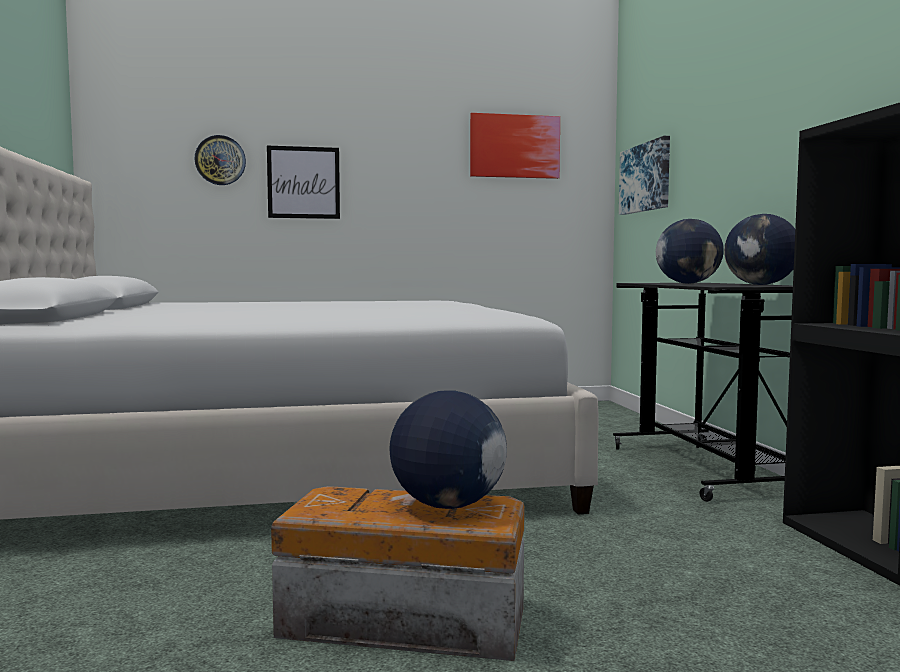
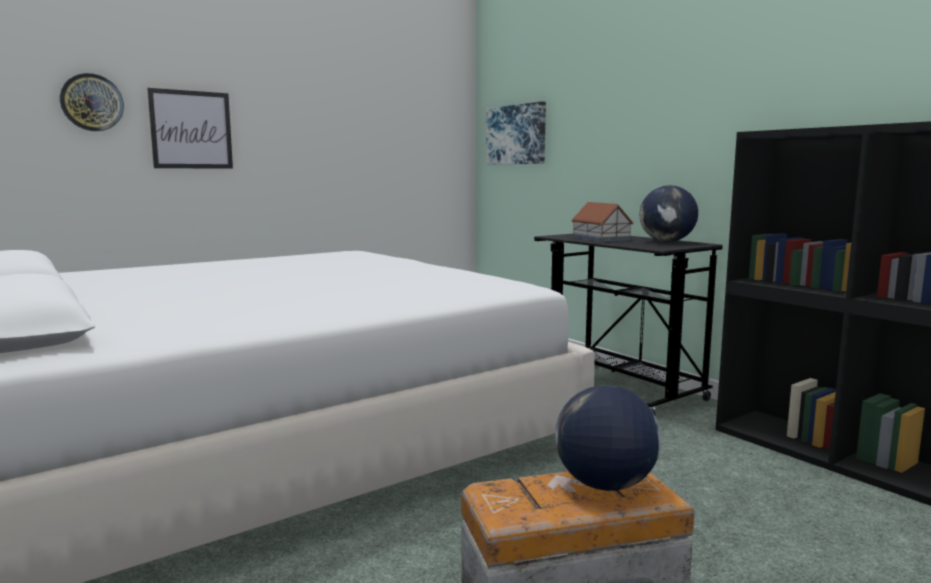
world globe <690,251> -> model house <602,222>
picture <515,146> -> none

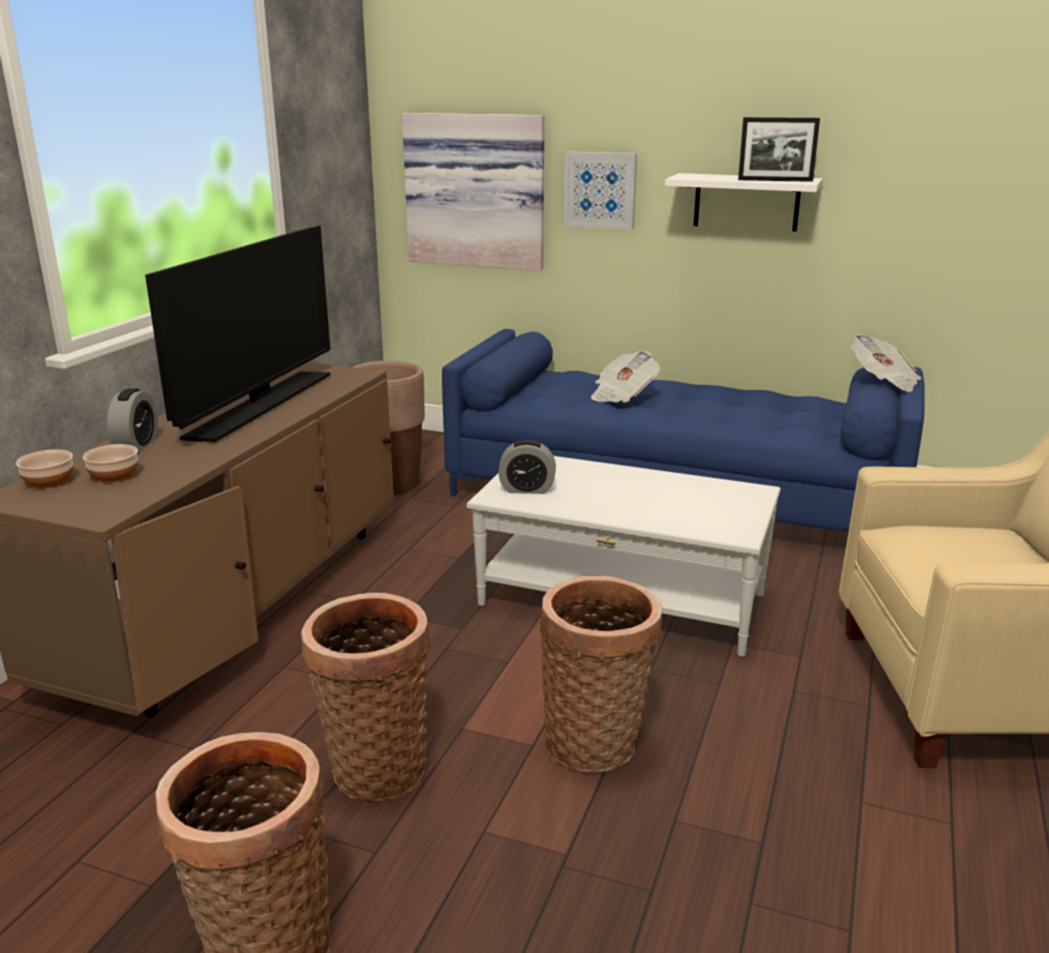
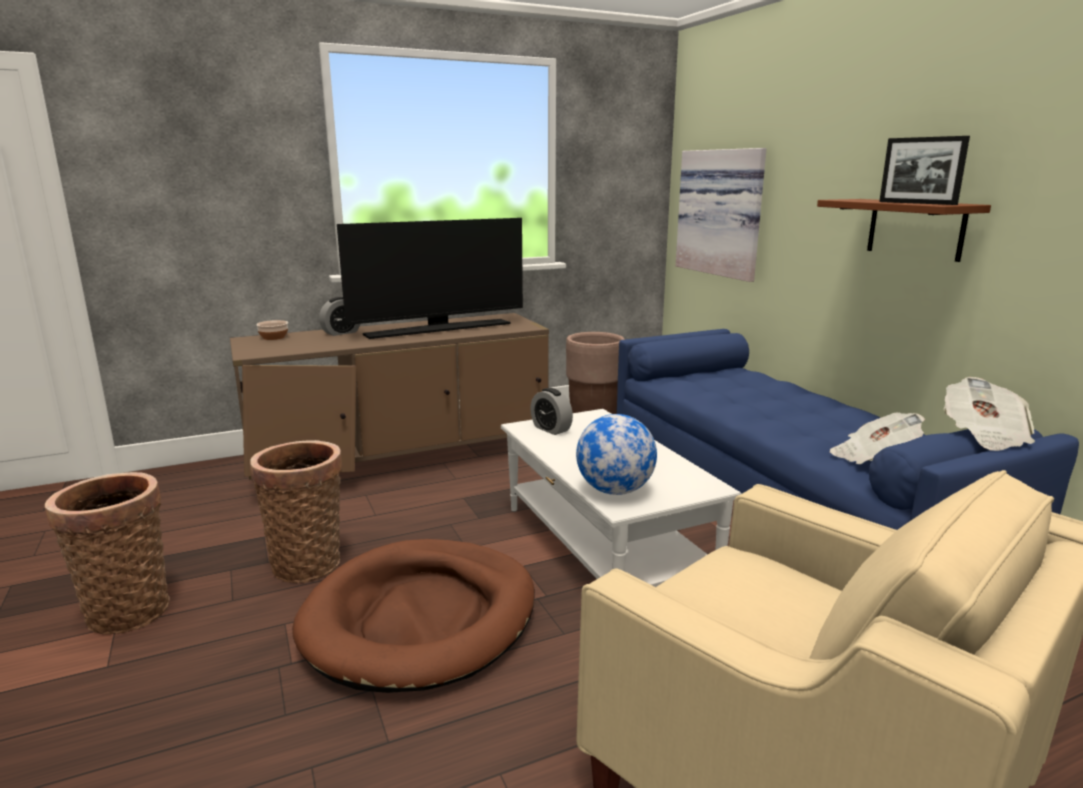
basket <600,675> -> dog cushion (brownish) <413,616>
none -> world globe <616,454>
bracket shelf (whitish) <744,202> -> bracket shelf (brownish) <904,230>
newspaper <625,377> -> newspaper <877,438>, move
serving bowl <110,463> -> none
picture <600,190> -> none

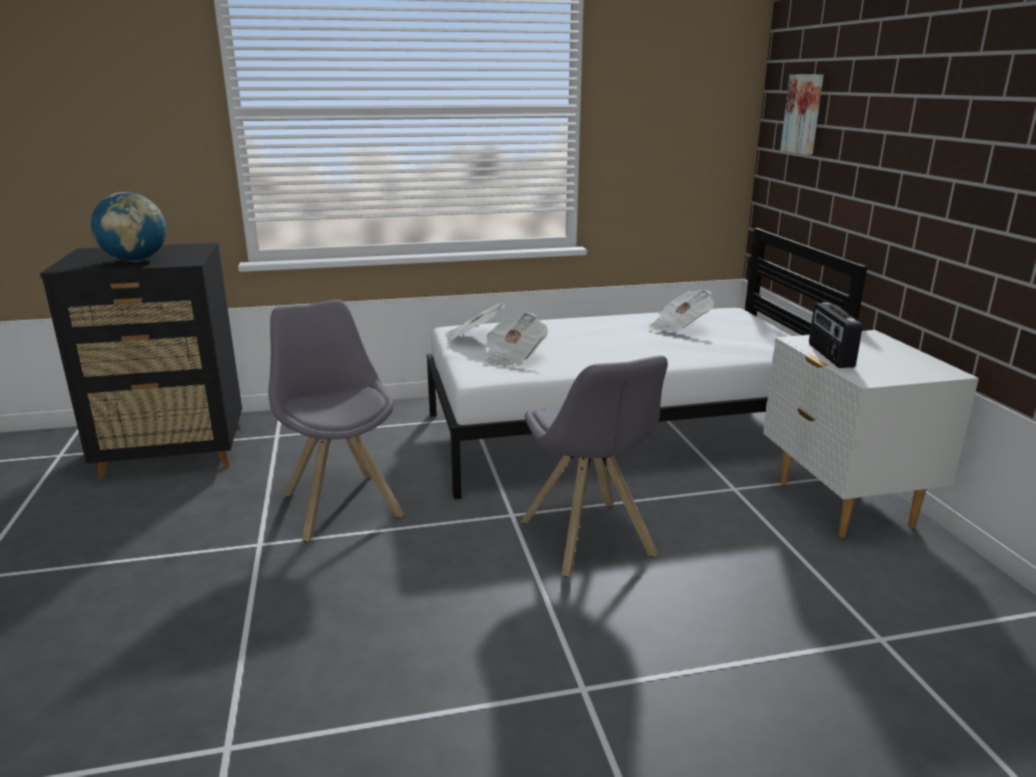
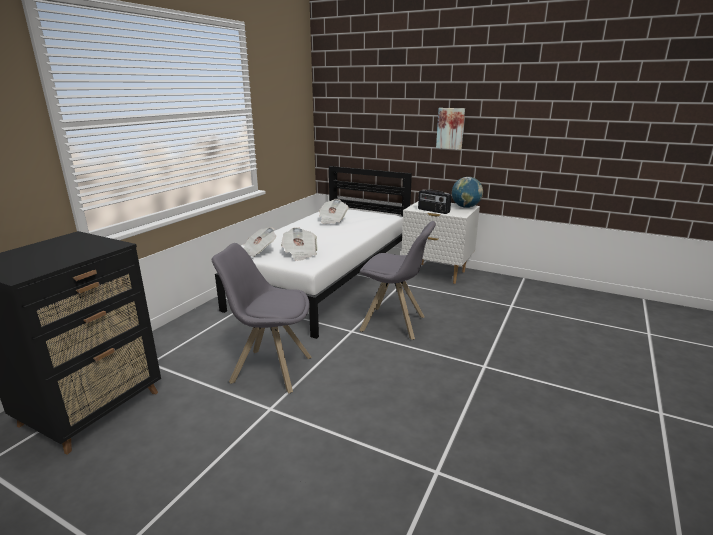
picture <802,114> -> picture <450,129>, move
world globe <128,227> -> world globe <467,192>, move

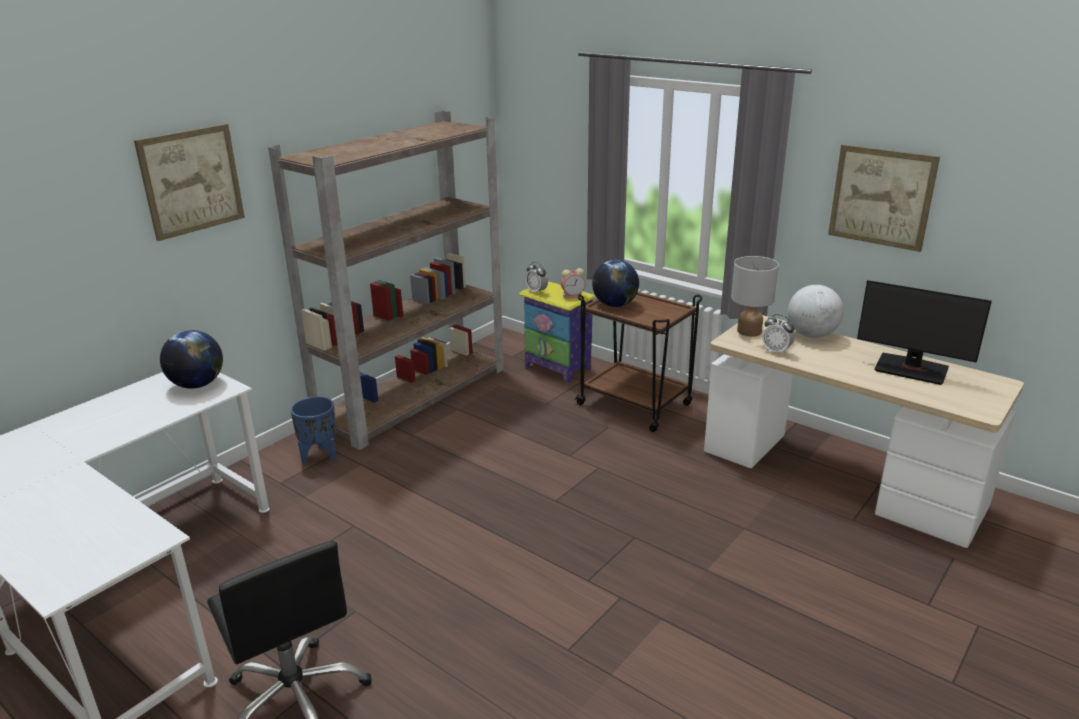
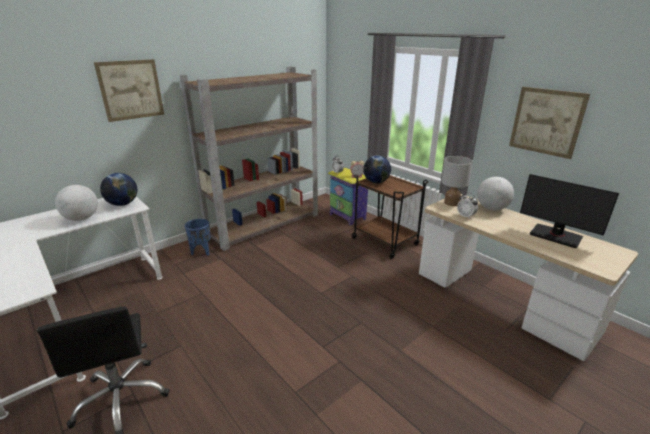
none -> world globe <76,203>

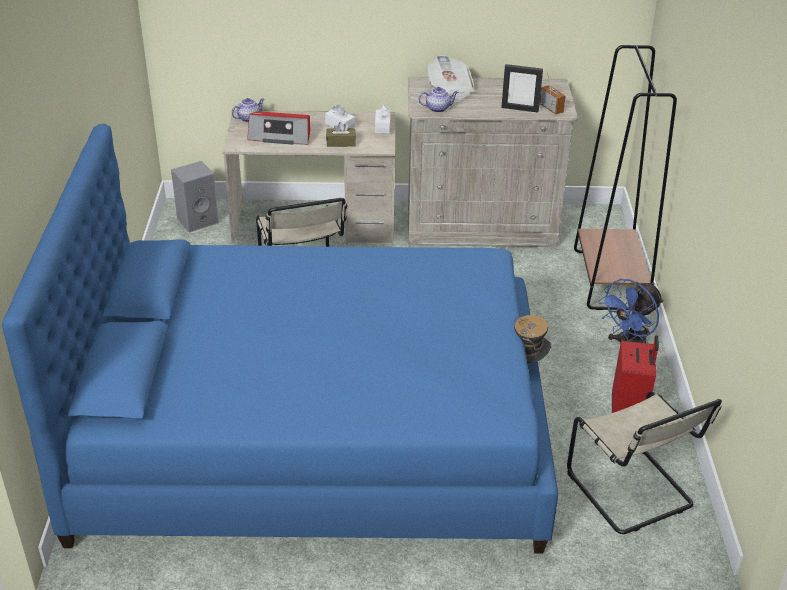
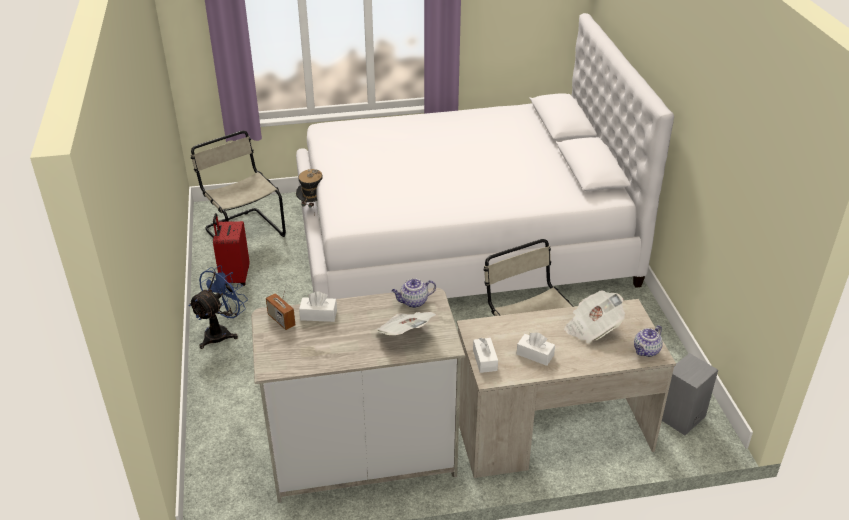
bed (blue) <280,338> -> bed (whitish) <485,156>
photo frame <522,88> -> box of tissues (whitish) <318,306>
radio set <278,128> -> newspaper <594,317>
box of tissues (brownish) <341,134> -> none
garment rack <625,177> -> none

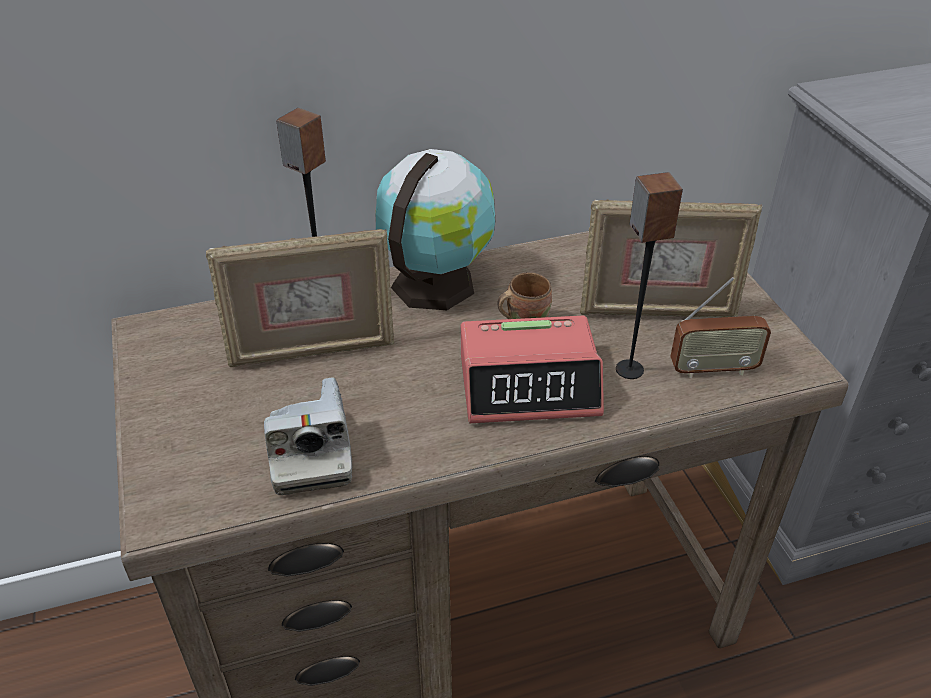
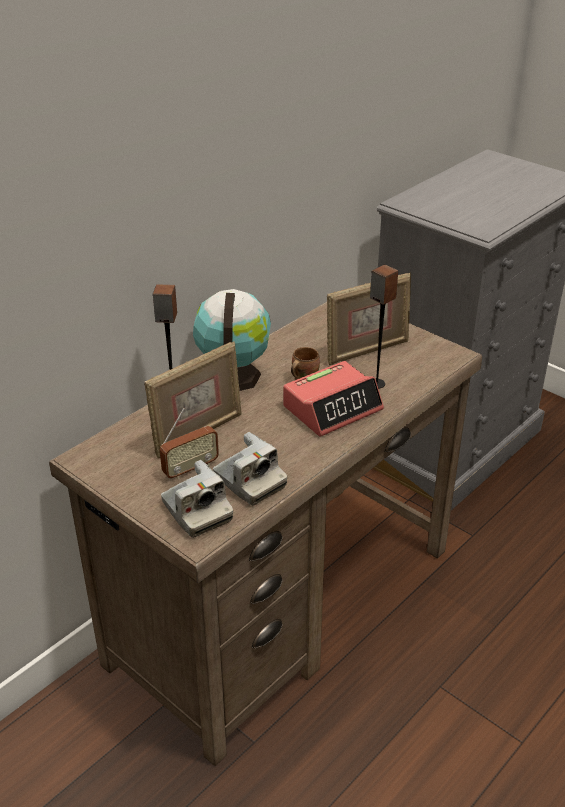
radio set <720,327> -> radio set <189,443>, move
none -> photo camera <197,499>

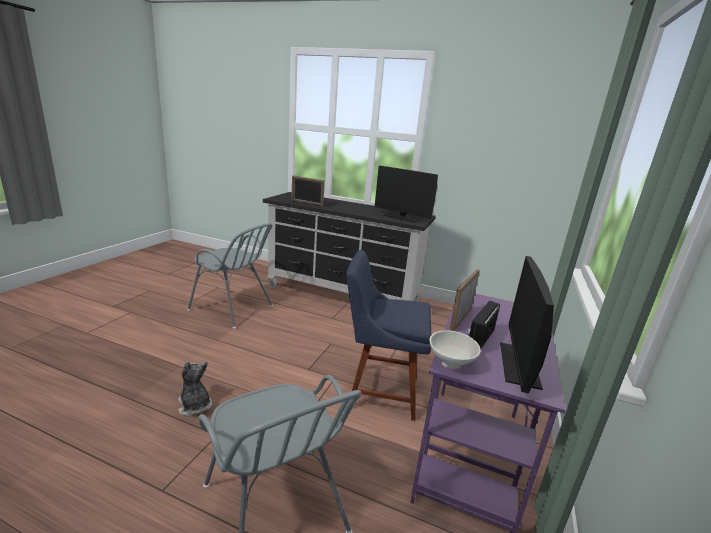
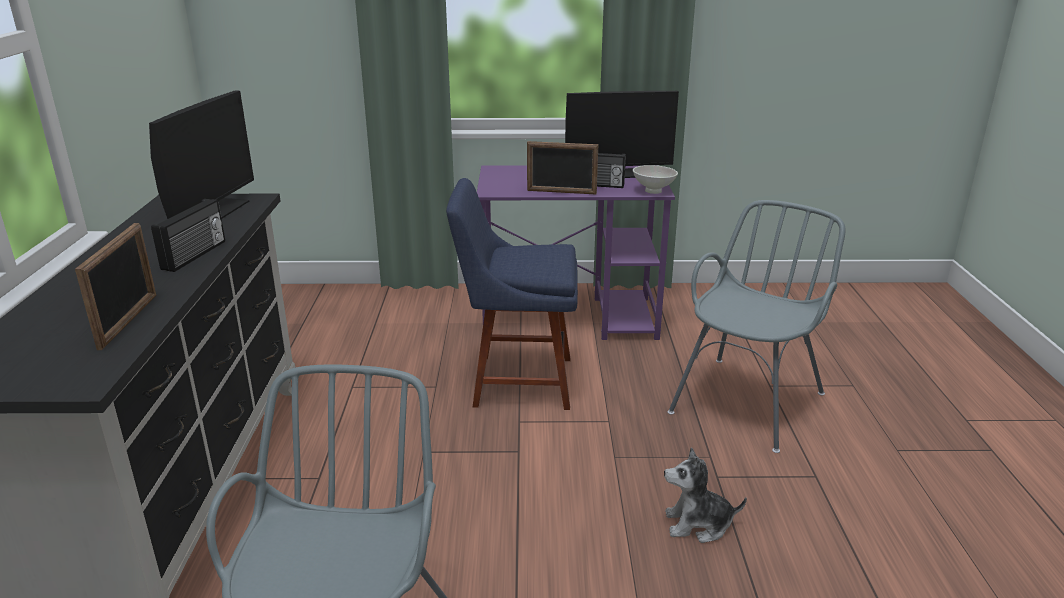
none -> radio set <188,235>
plain chair (blue) <388,335> -> plain chair (blue) <512,294>, 105 degrees clockwise
plush toy <195,388> -> plush toy <705,495>, 60 degrees clockwise

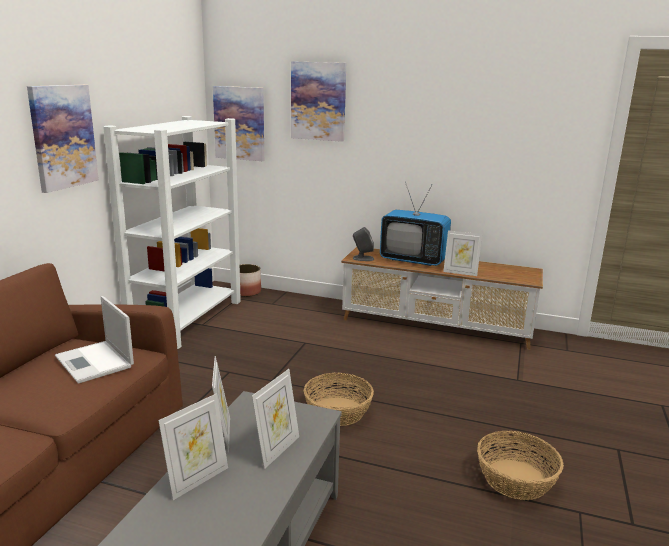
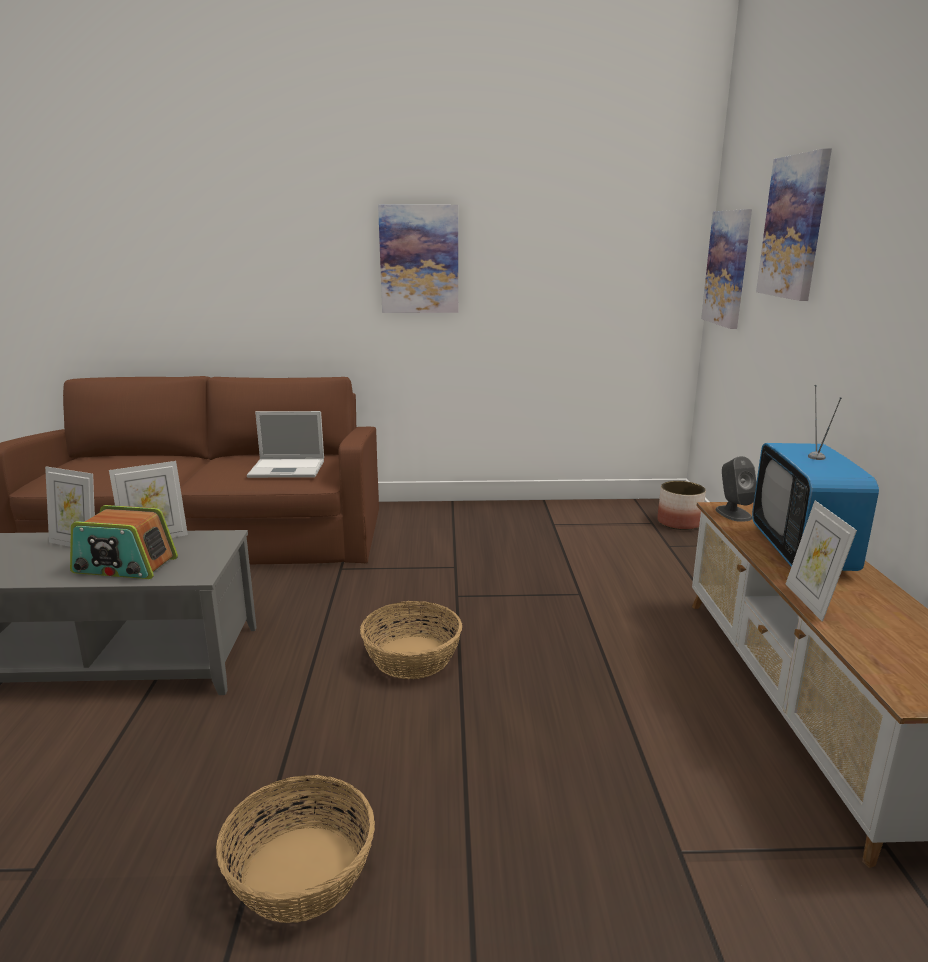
photo frame <275,419> -> radio set <124,542>
notebook computer <94,340> -> notebook computer <285,444>, 120 degrees counterclockwise
shelving unit (whitish) <172,233> -> none

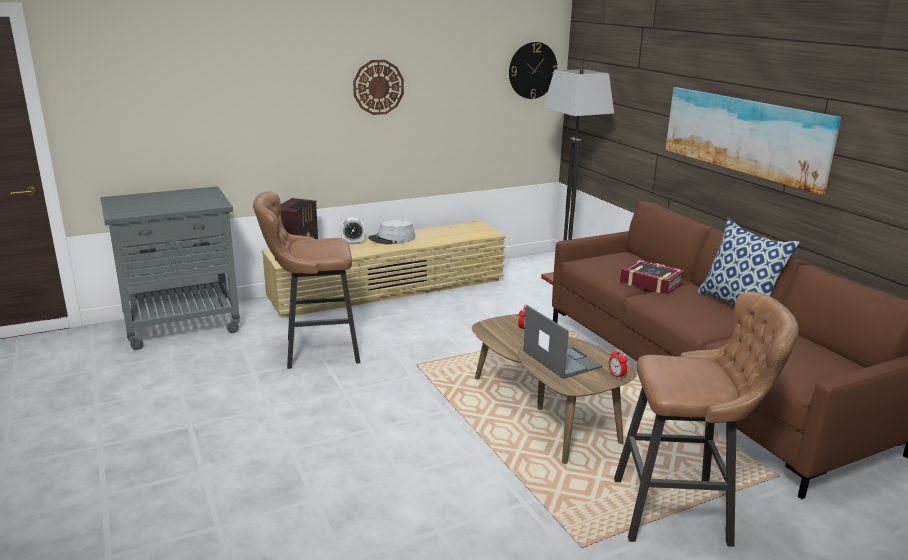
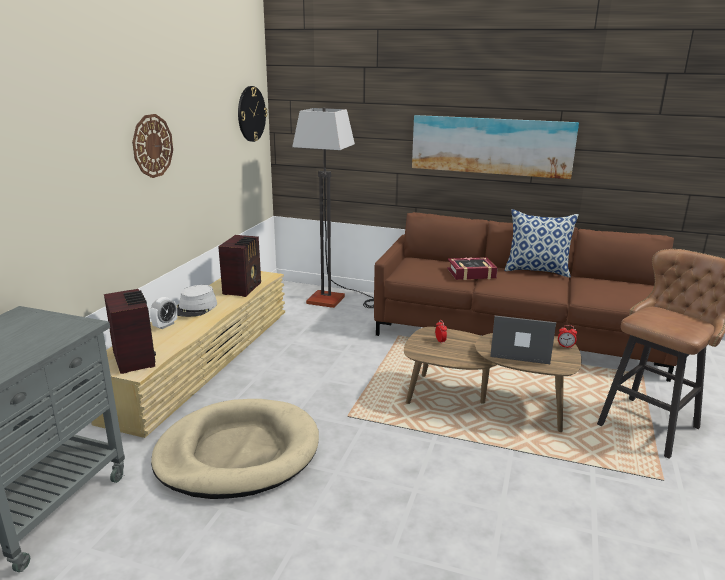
stool (brownish) <306,280> -> dog cushion (beige-coloured) <235,449>
none -> radio set <239,266>

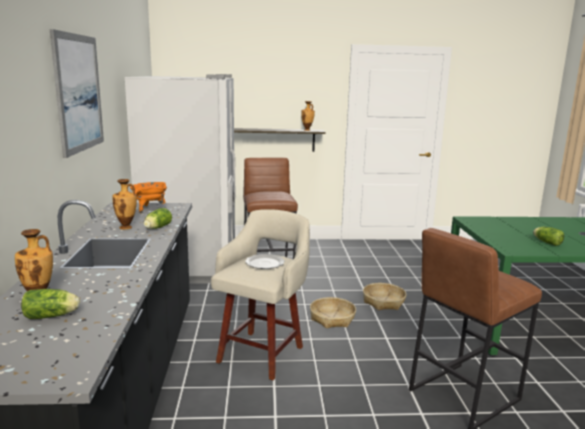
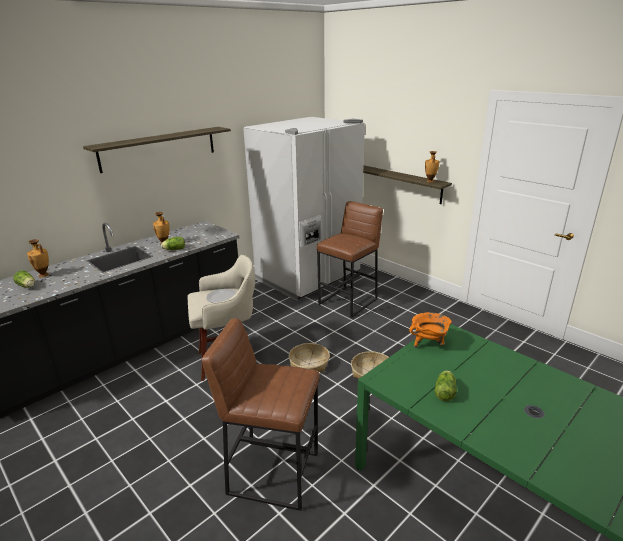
picture <77,93> -> bracket shelf <157,150>
stockpot (orangey) <148,197> -> stockpot (orangey) <430,330>, move

